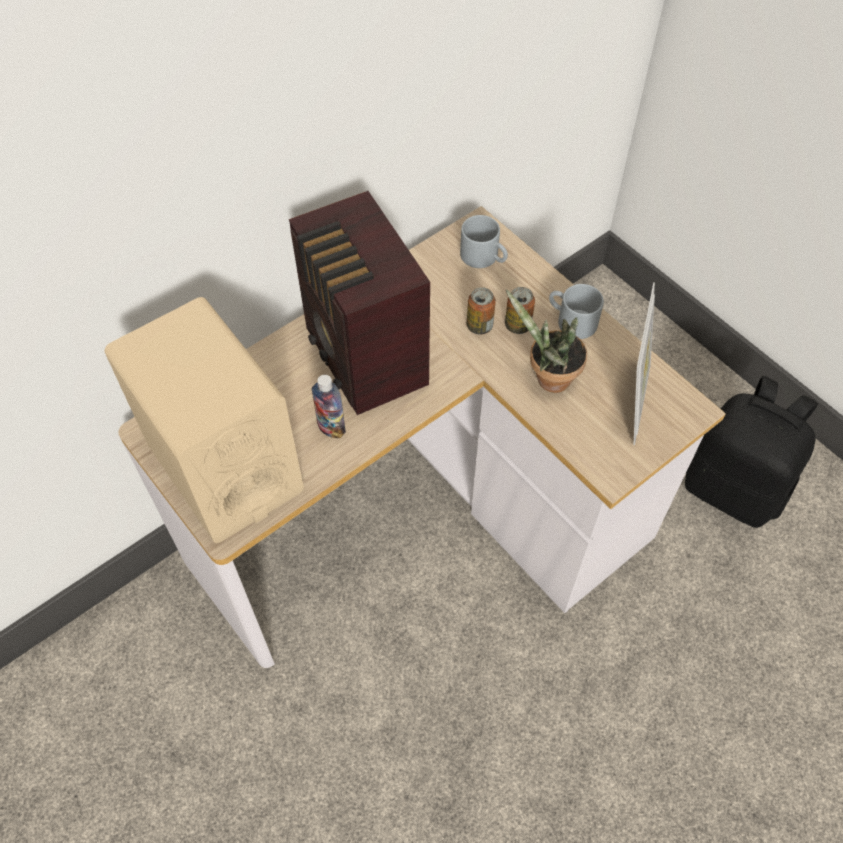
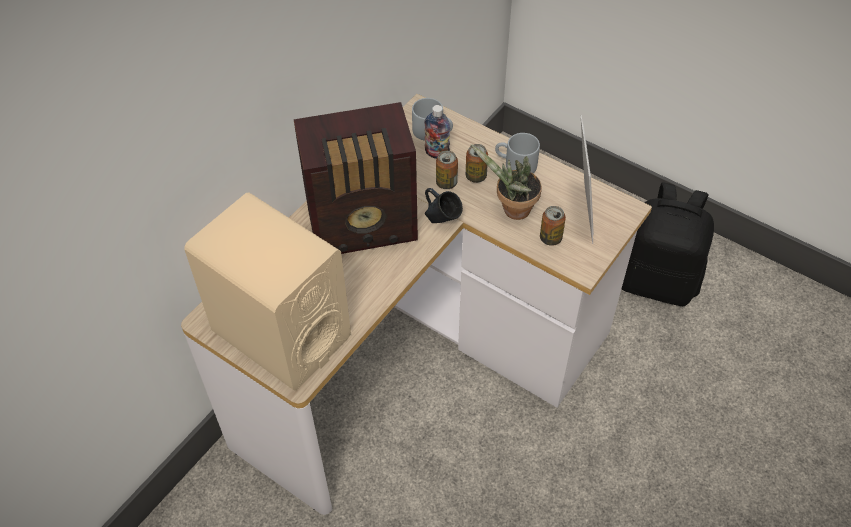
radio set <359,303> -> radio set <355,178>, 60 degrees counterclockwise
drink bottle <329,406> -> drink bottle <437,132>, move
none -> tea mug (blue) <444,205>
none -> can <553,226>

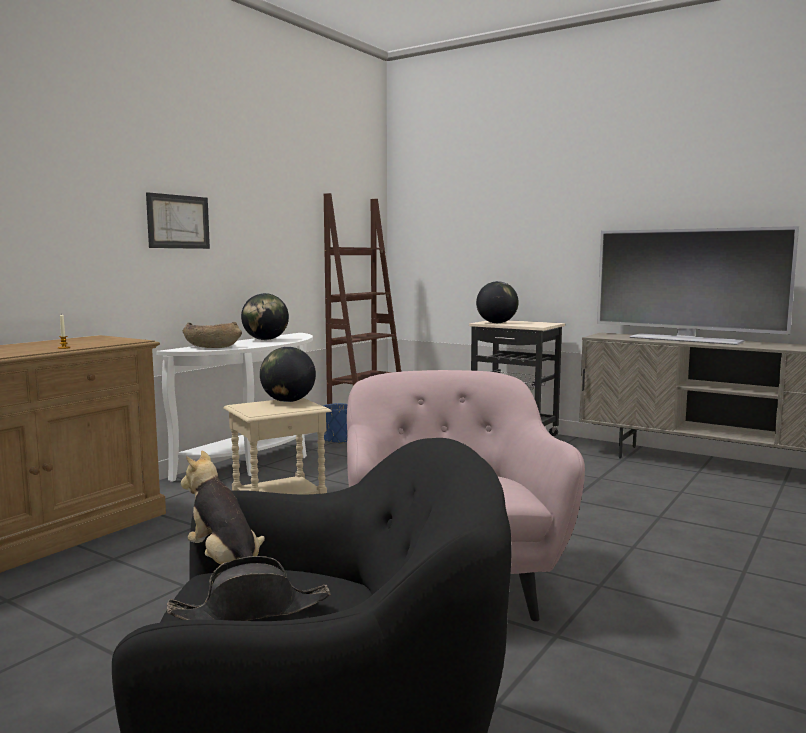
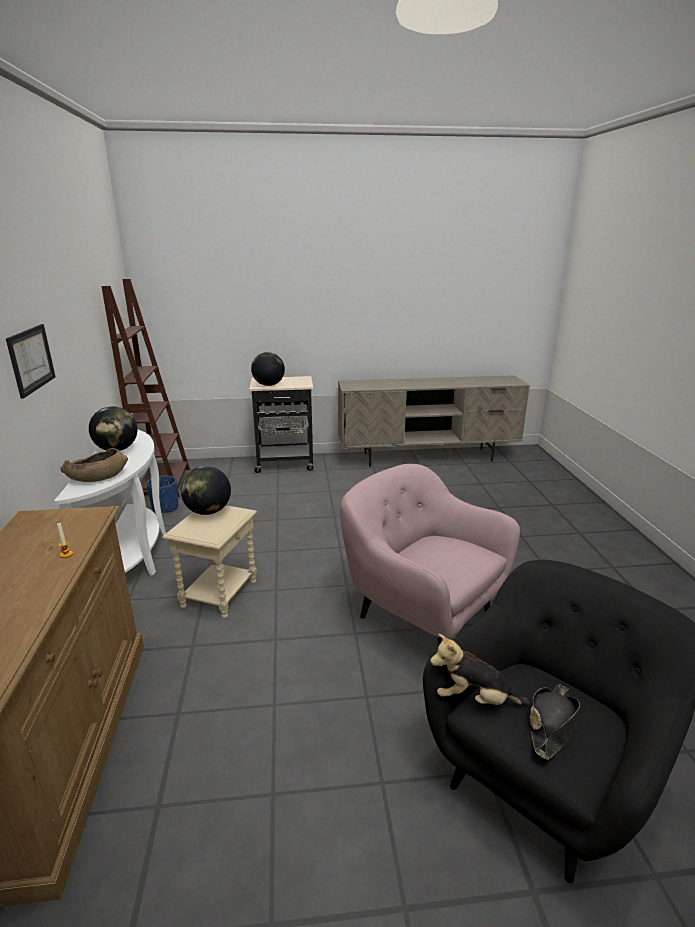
TV set <698,285> -> none

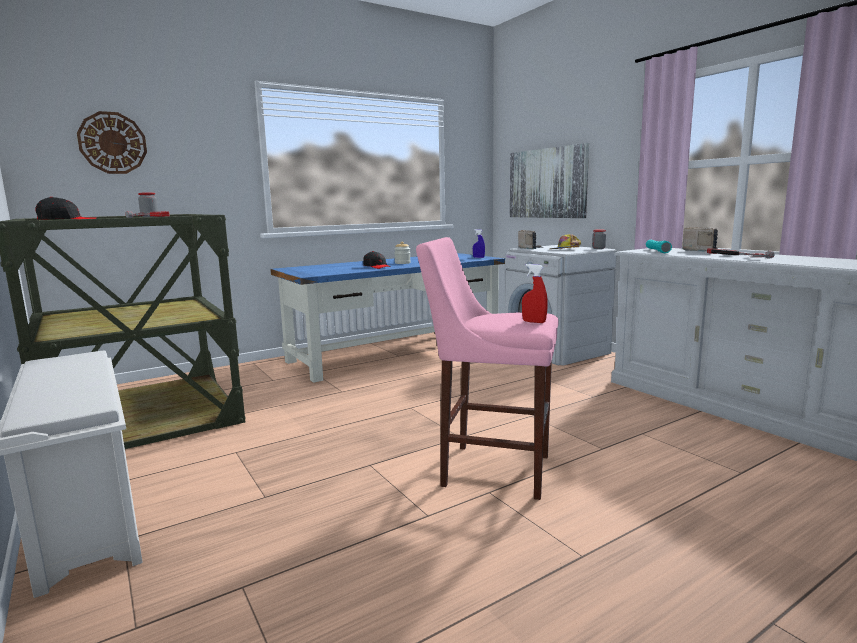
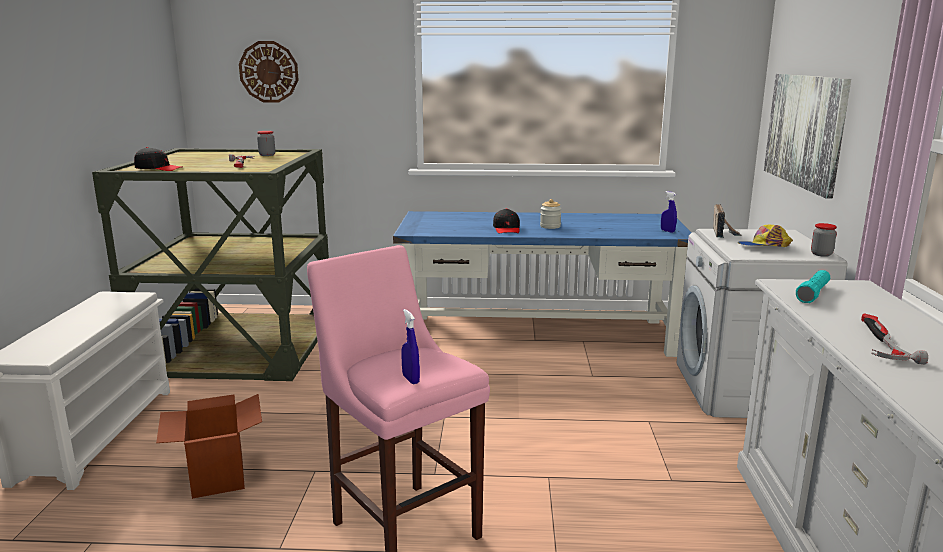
none -> packing box <209,446>
hand sprayer (reddish) <535,293> -> hand sprayer (blue) <410,346>
radio set <700,239> -> none

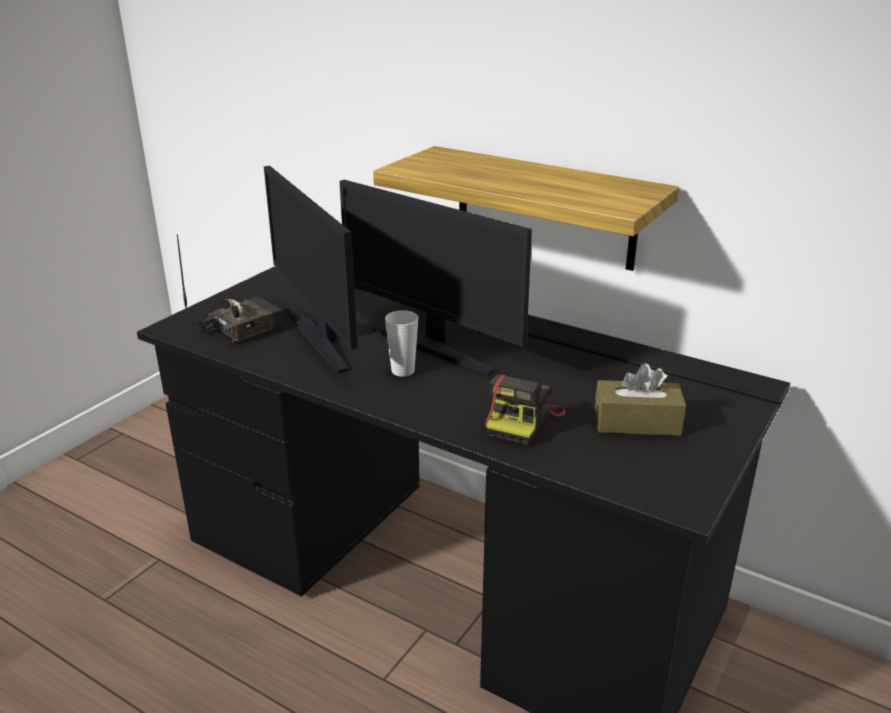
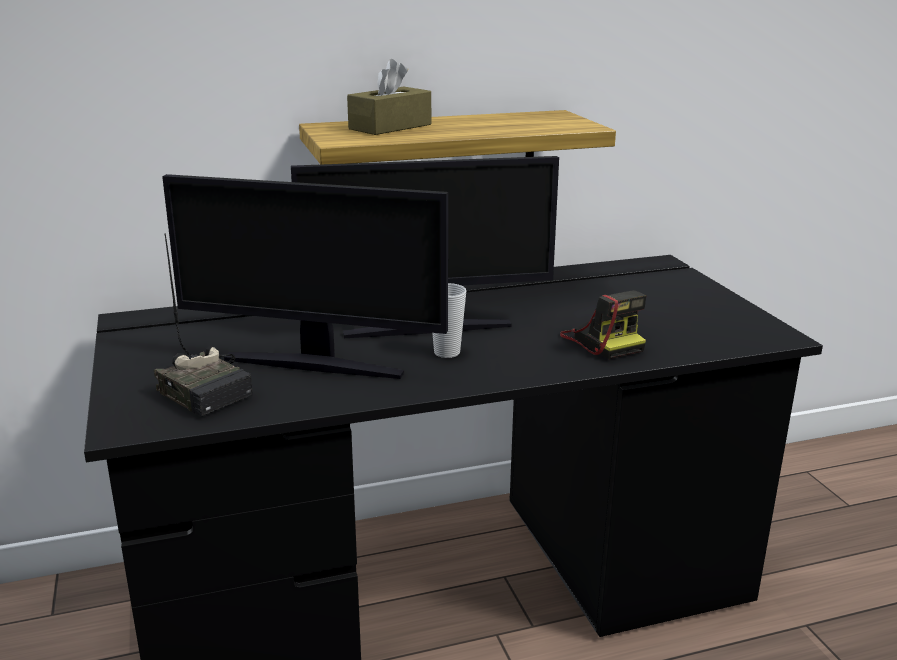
radio set <230,288> -> radio set <203,325>, 135 degrees clockwise
box of tissues (brownish) <640,399> -> box of tissues (brownish) <389,97>, move

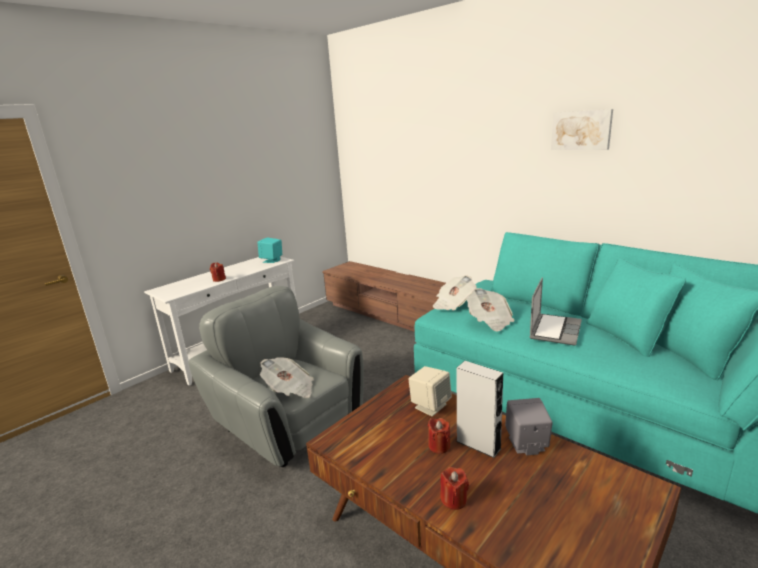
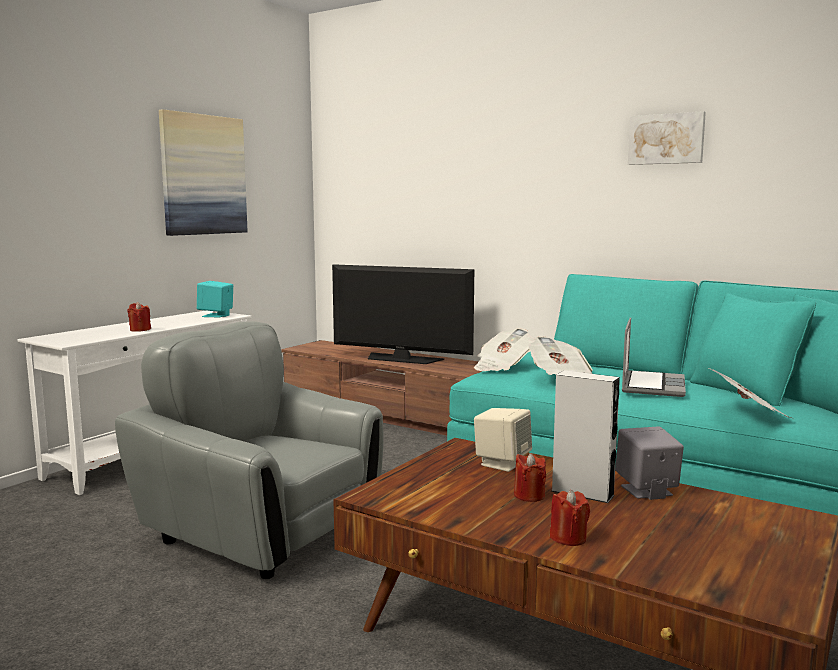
none -> picture <203,172>
none -> TV set <403,314>
newspaper <287,377> -> newspaper <750,393>, move

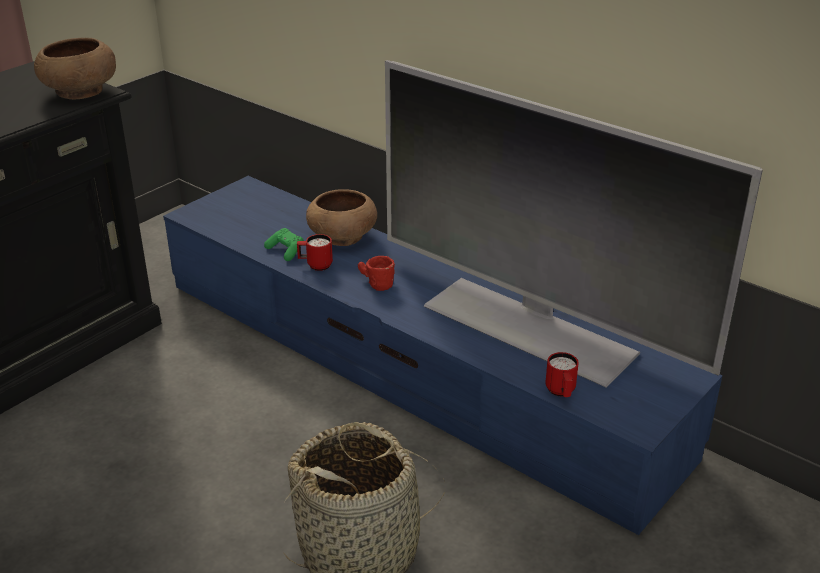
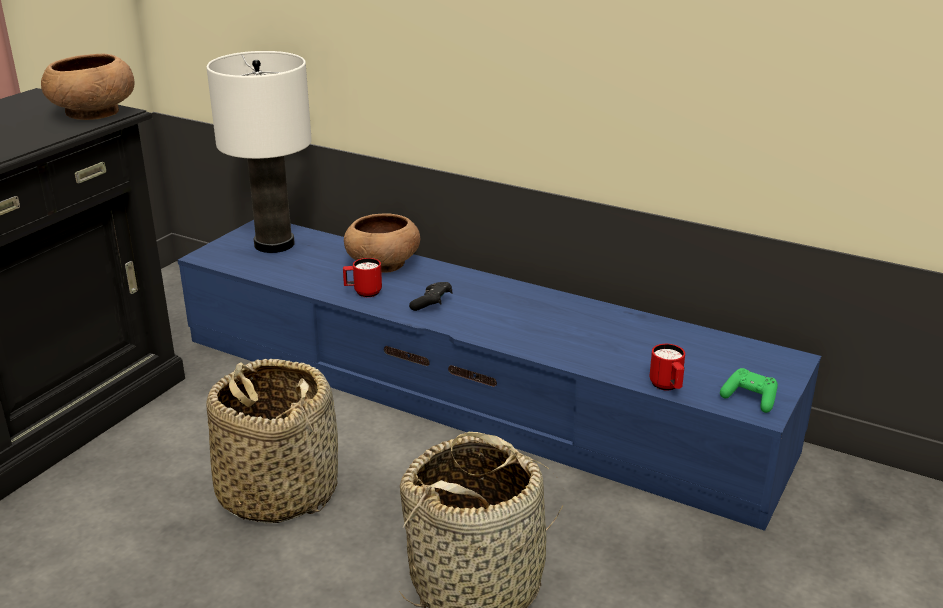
none -> tabletop lamp (whitish) <259,152>
none -> basket <272,441>
tea mug (reddish) <376,273> -> gamepad (blackish) <430,296>
gamepad (green) <283,244> -> gamepad (green) <749,390>, move
TV set <574,223> -> none

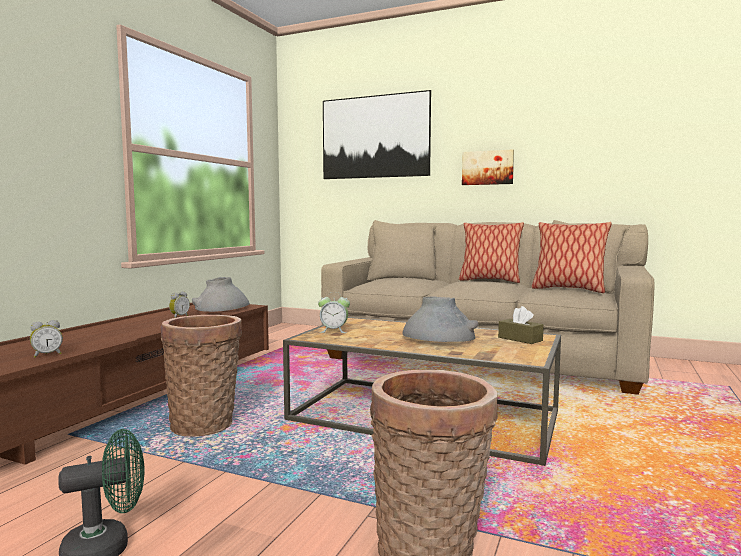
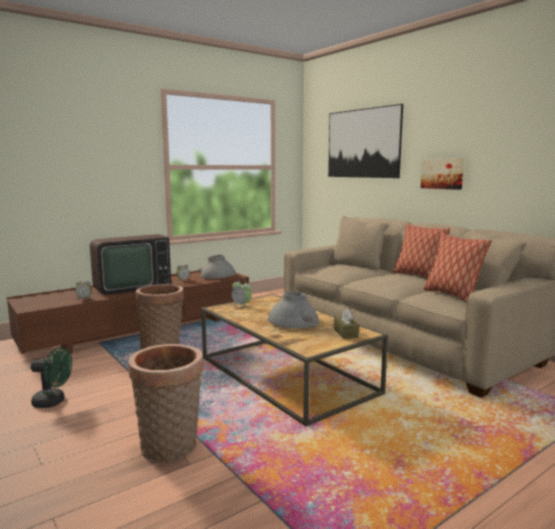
none -> TV set <130,264>

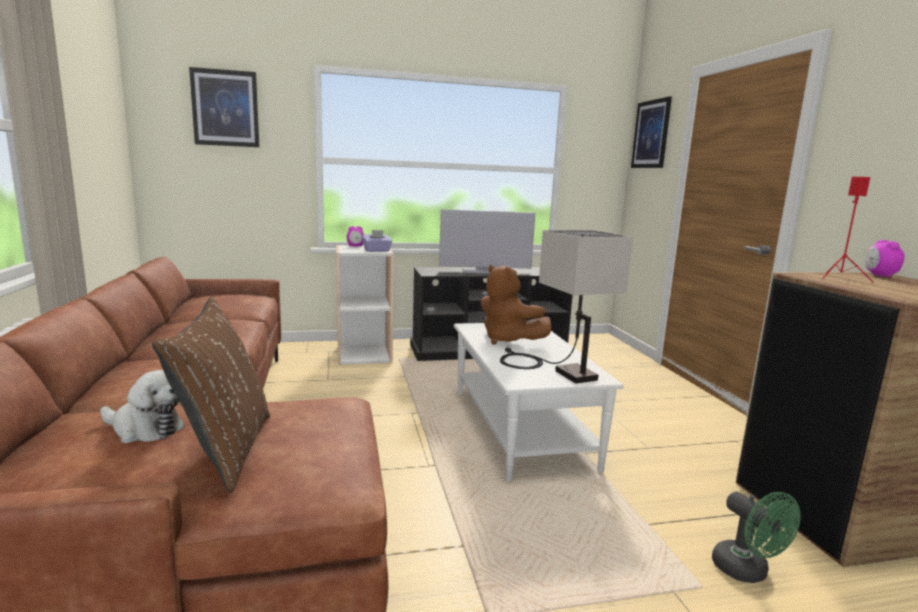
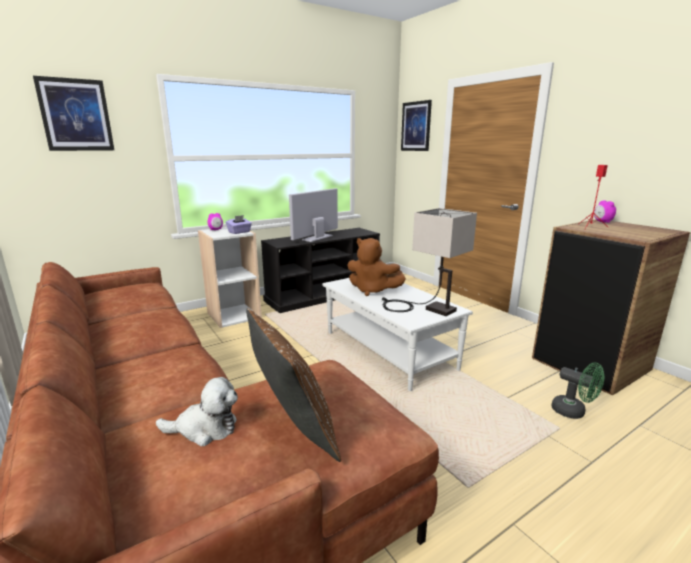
TV set <487,241> -> TV set <313,215>, 150 degrees clockwise

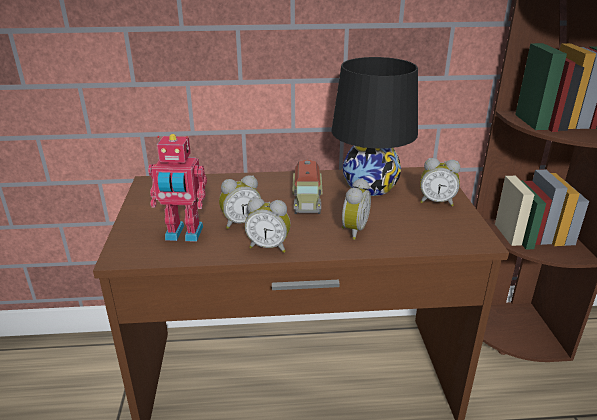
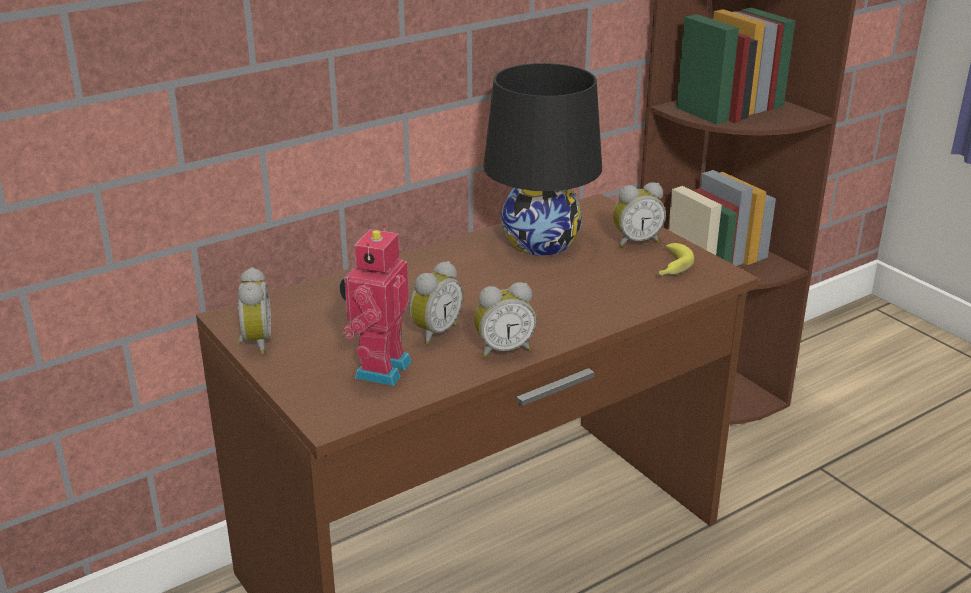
alarm clock <356,209> -> alarm clock <254,310>, move
model robot <177,188> -> model robot <376,305>, 135 degrees clockwise
none -> banana <676,259>
toy truck <307,186> -> none

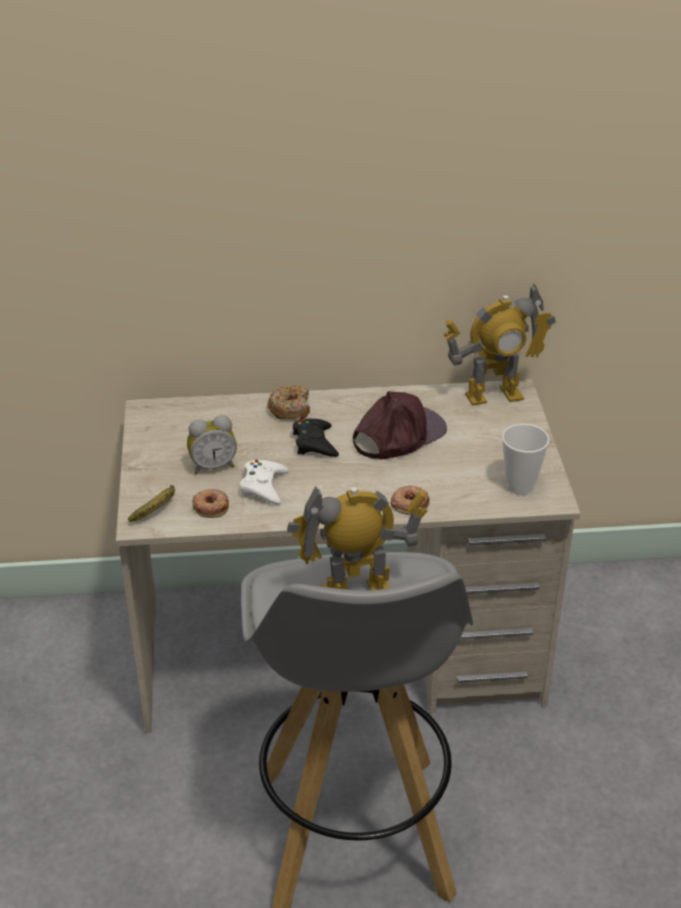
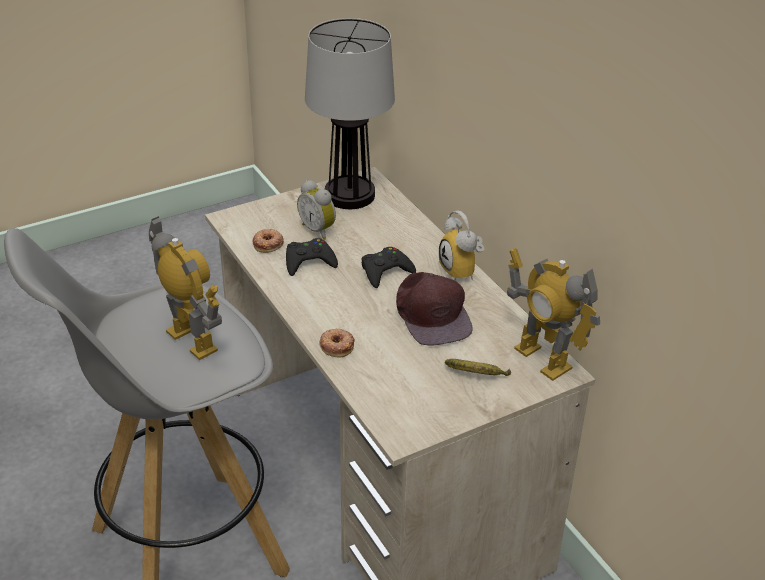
gamepad (whitish) <264,482> -> gamepad (blackish) <312,257>
none -> tabletop lamp <350,113>
cap (brownish) <400,425> -> cap (brownish) <434,309>, 45 degrees clockwise
none -> alarm clock <461,246>
banana <151,503> -> banana <478,367>, move
ring doughnut <289,402> -> none
cup <525,459> -> none

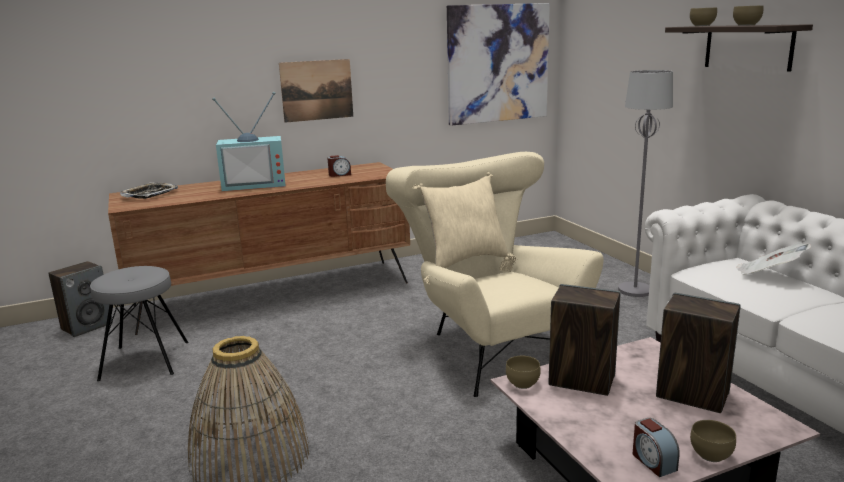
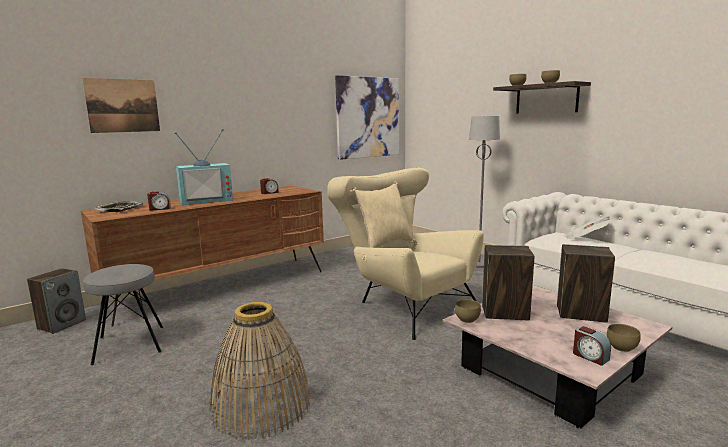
picture <316,91> -> picture <121,105>, move
none -> alarm clock <159,201>

